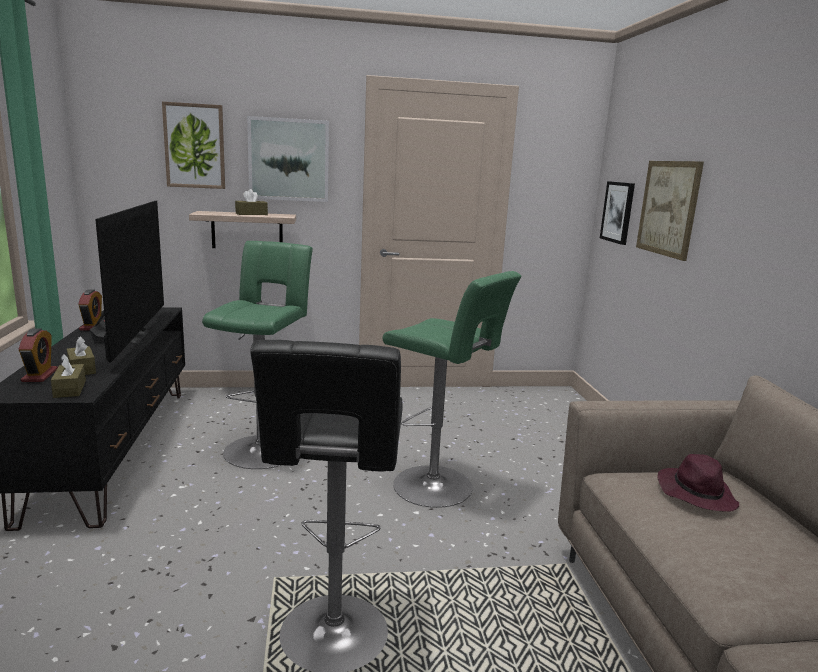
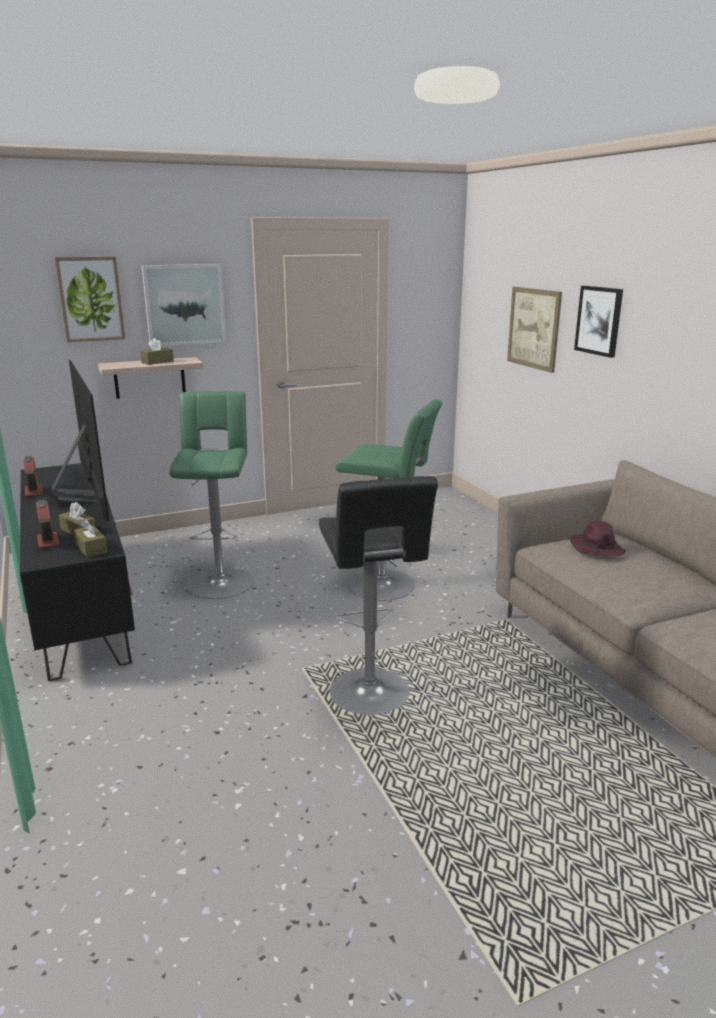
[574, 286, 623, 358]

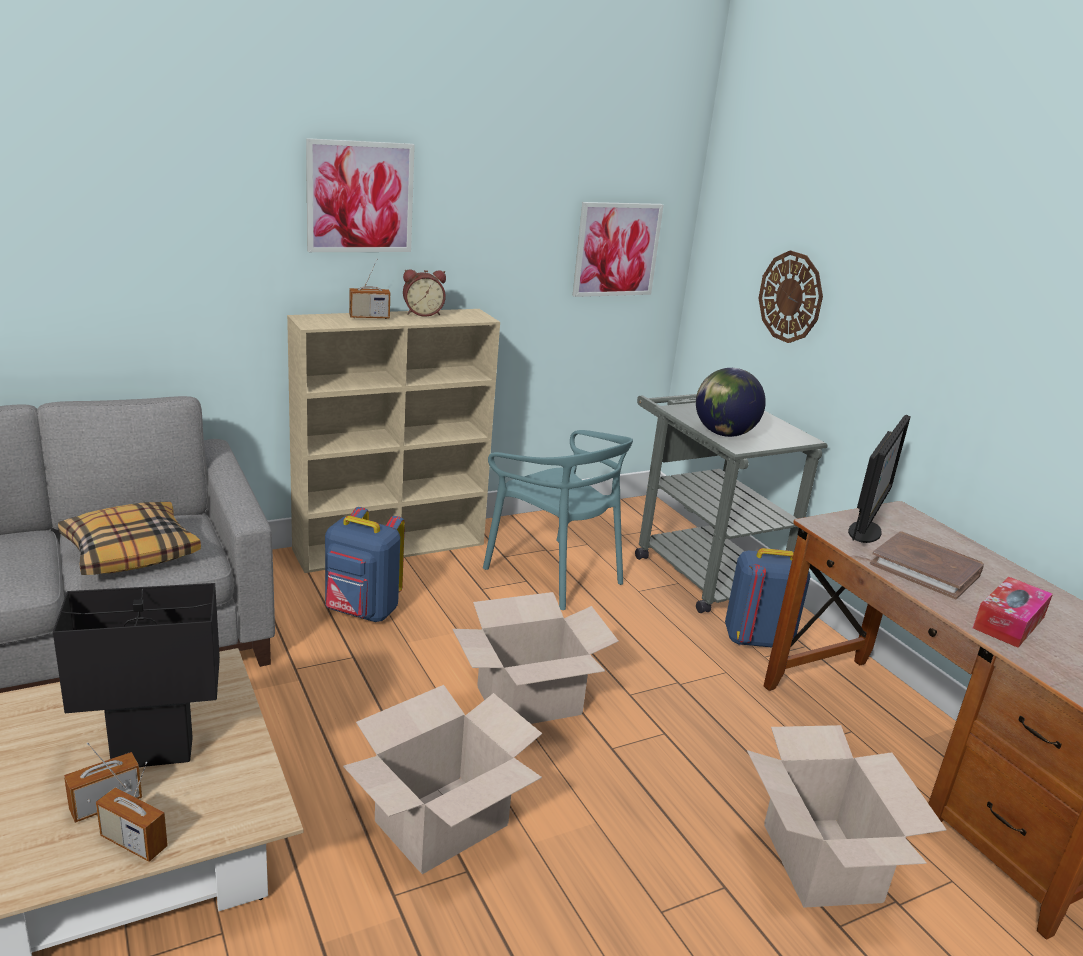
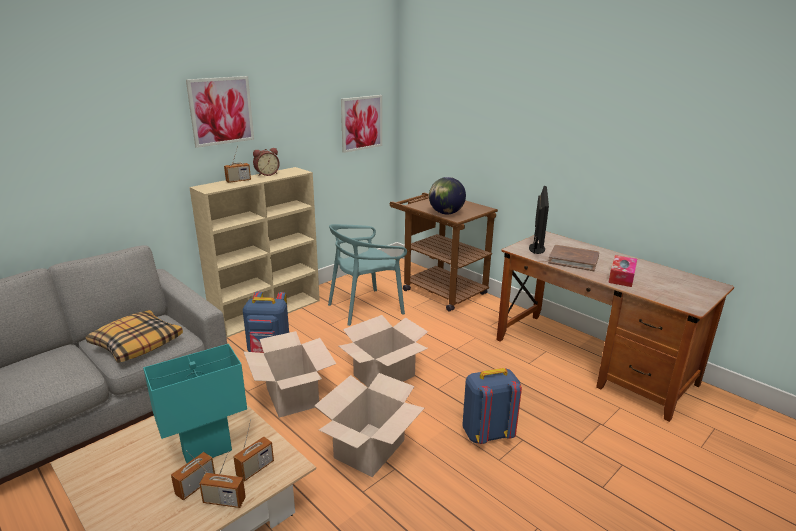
[759, 250, 823, 343] (first image)
[233, 419, 274, 481]
[462, 368, 522, 444]
[244, 331, 336, 418]
[143, 344, 247, 463]
[390, 193, 498, 312]
[328, 224, 407, 326]

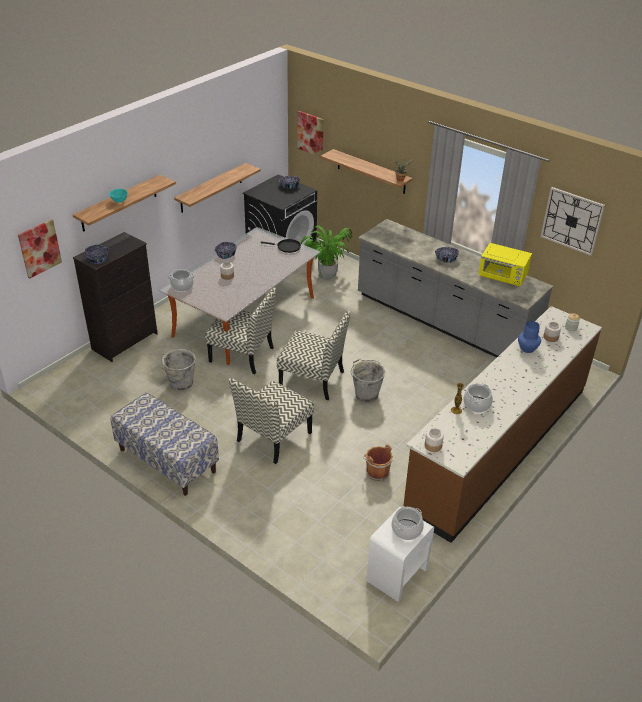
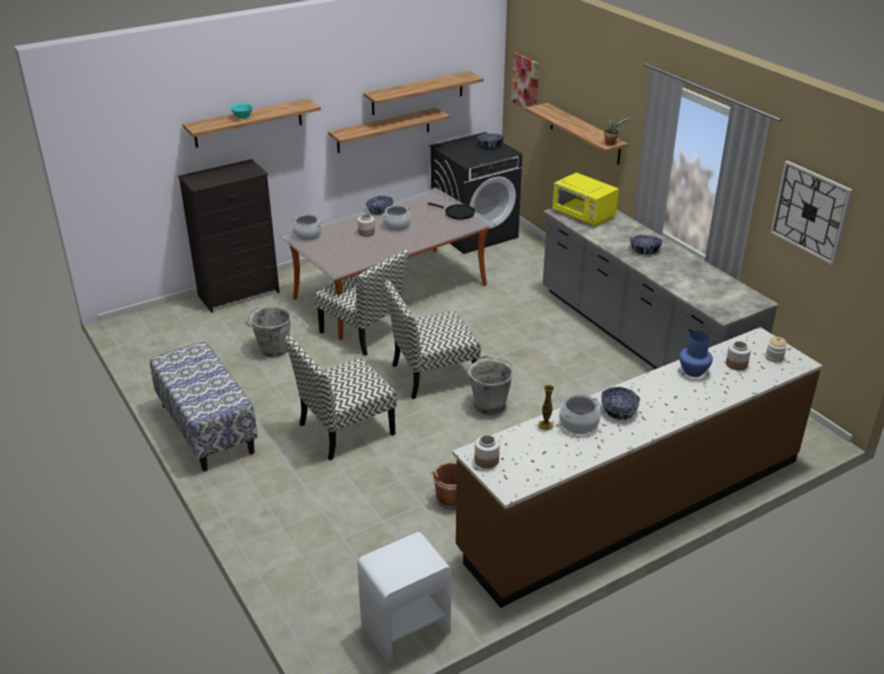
[18, 219, 62, 279] (first image)
[300, 225, 353, 278] (first image)
[363, 71, 484, 115]
[601, 387, 640, 420]
[382, 205, 412, 231]
[553, 173, 619, 227]
[385, 280, 480, 399]

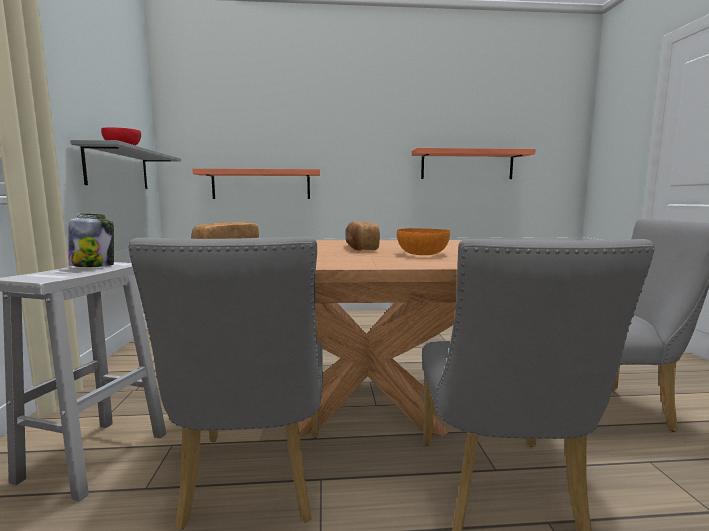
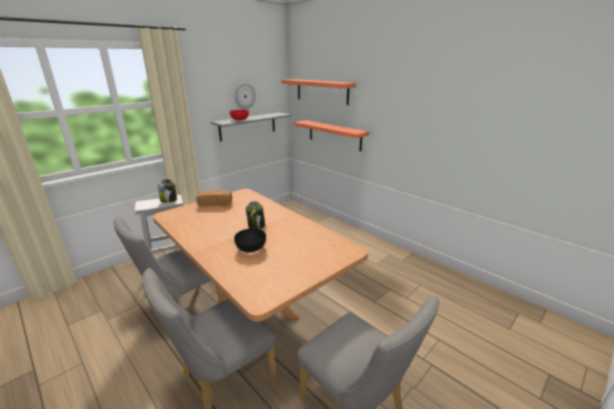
[235, 83, 256, 109]
[281, 79, 356, 105]
[246, 201, 265, 229]
[234, 228, 266, 253]

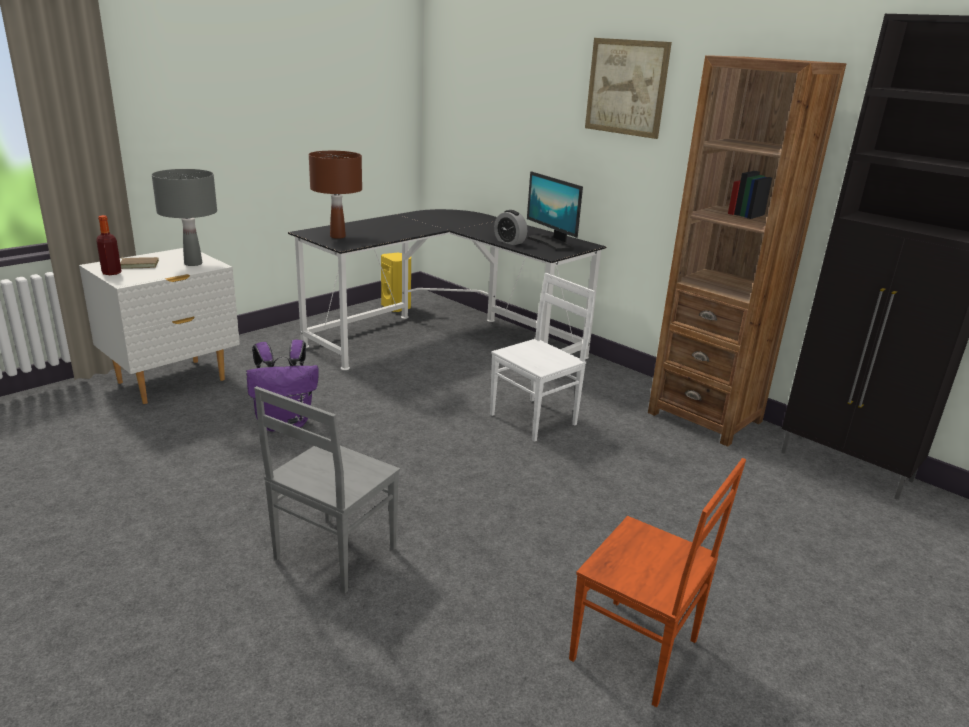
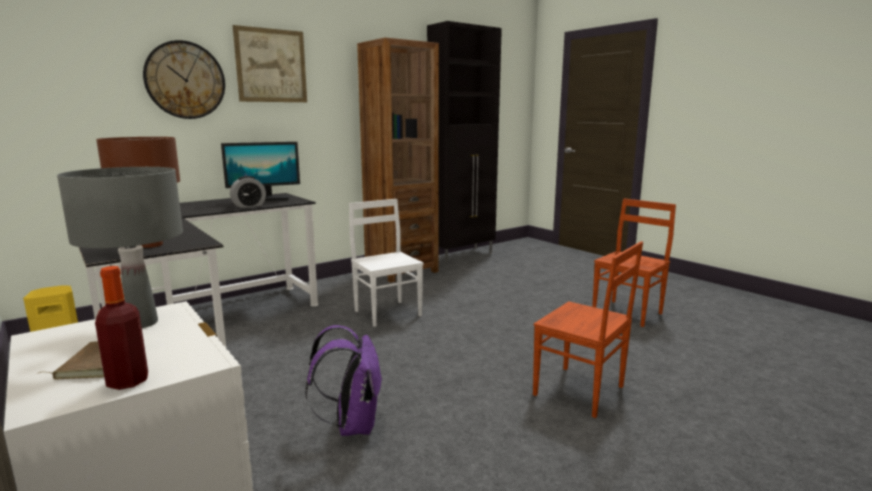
[143, 40, 225, 119]
[533, 241, 643, 418]

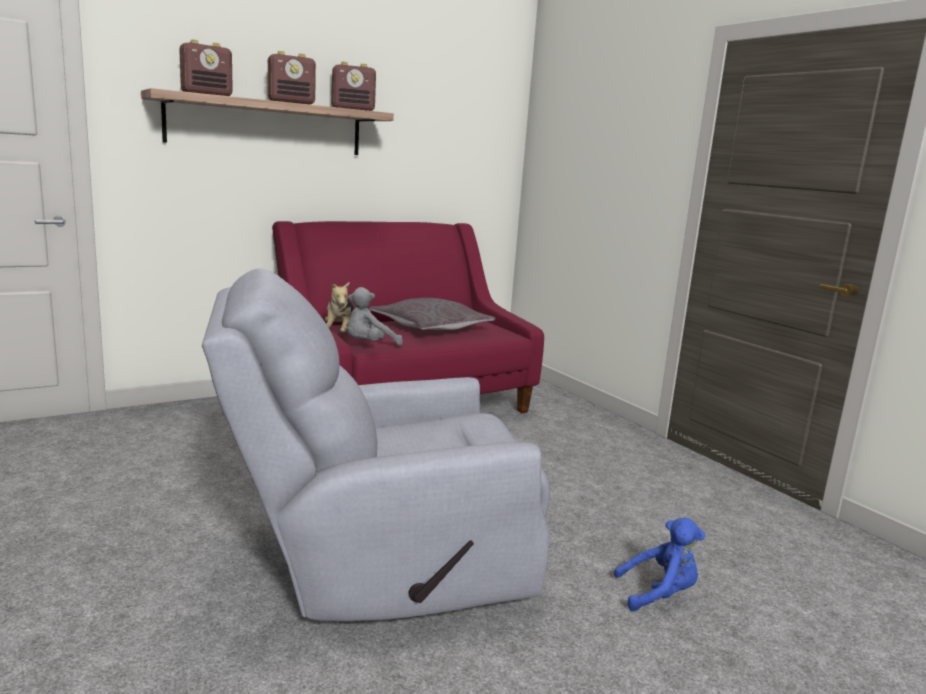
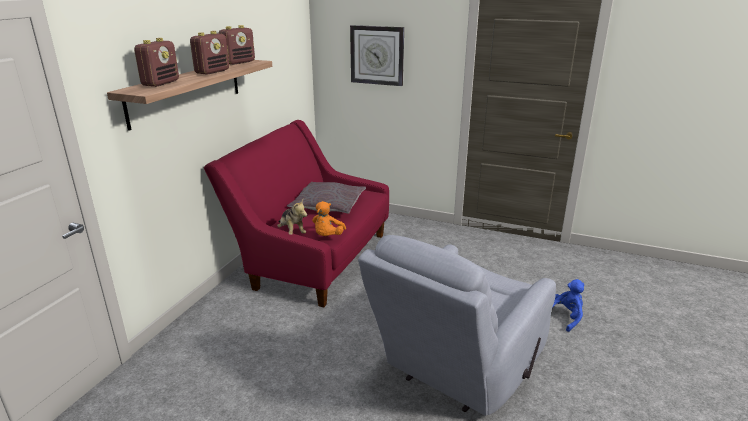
[350, 25, 404, 86]
[312, 201, 346, 236]

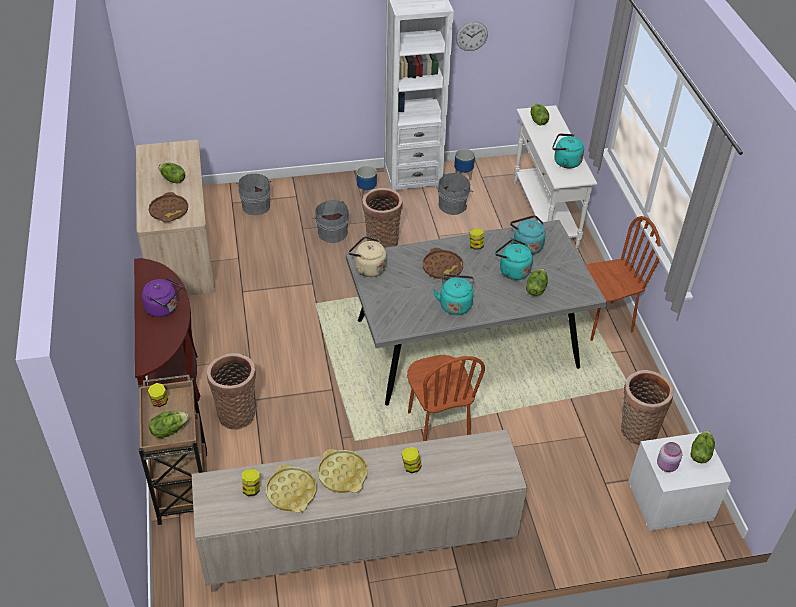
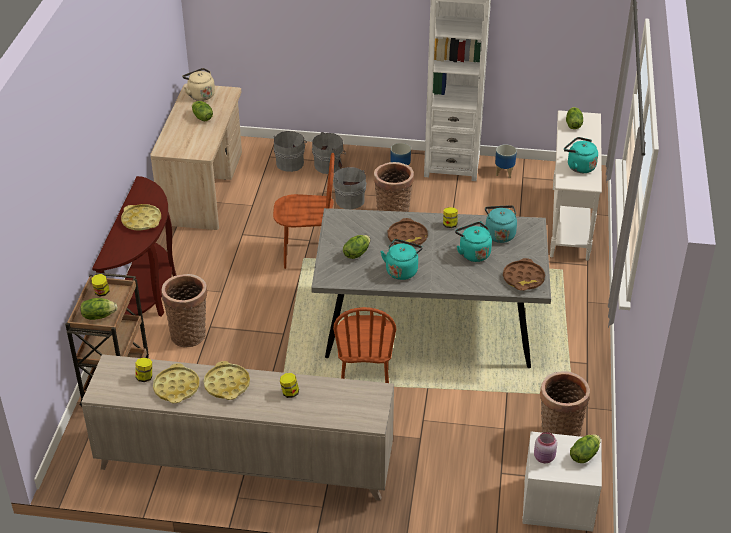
[456, 21, 488, 51] (first image)
[503, 258, 545, 291]
[182, 68, 215, 101]
[312, 132, 346, 174]
[343, 235, 371, 259]
[273, 153, 335, 269]
[121, 204, 161, 230]

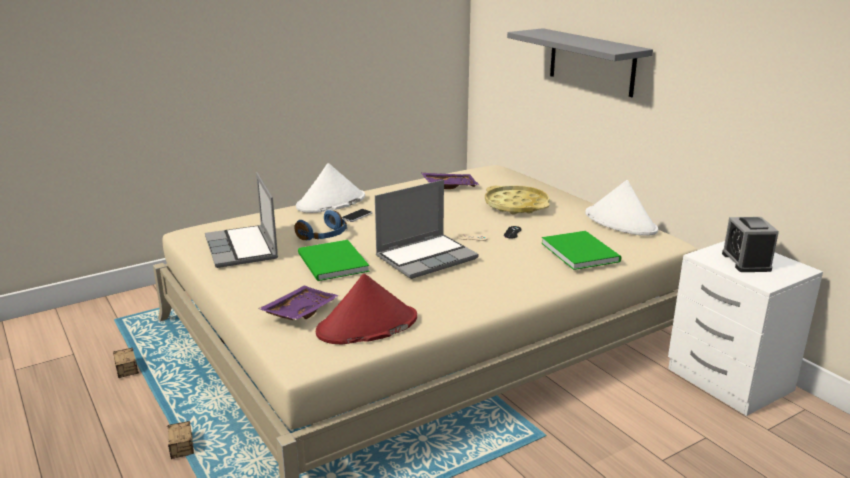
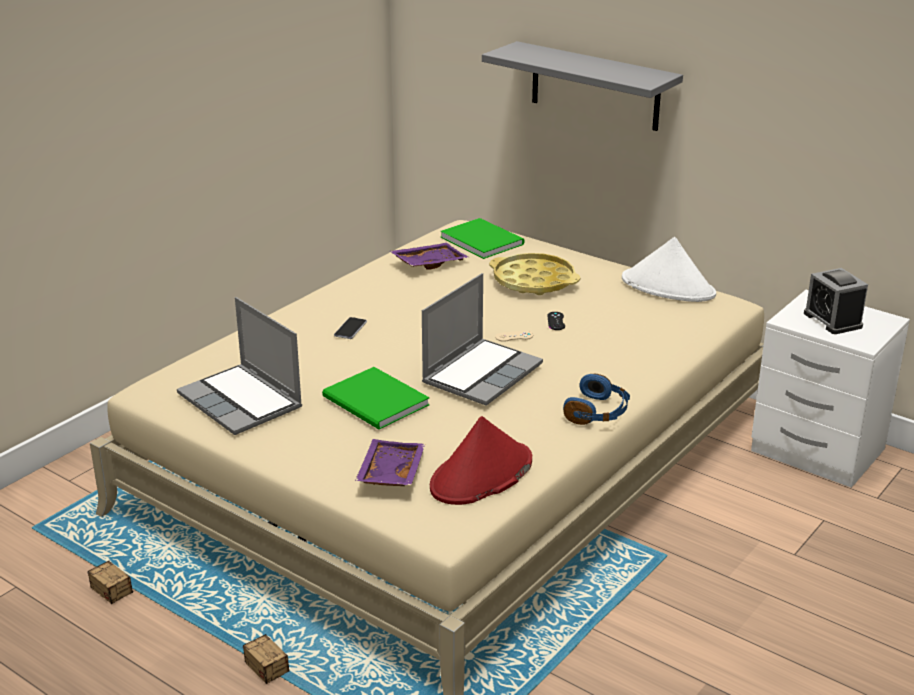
[296, 163, 365, 213] (first image)
[563, 373, 630, 425]
[440, 218, 524, 259]

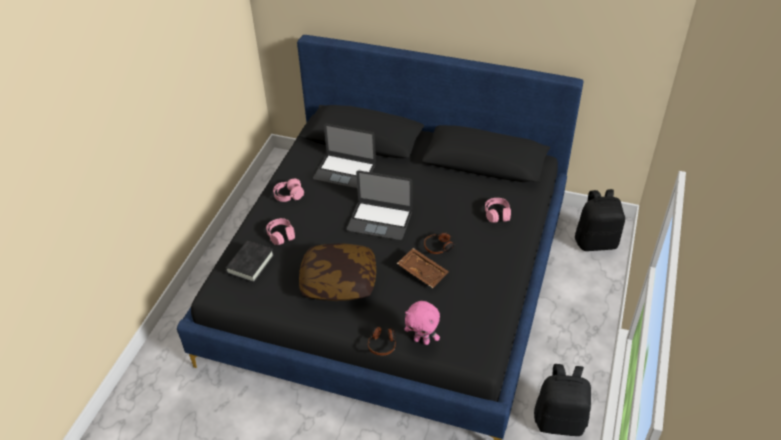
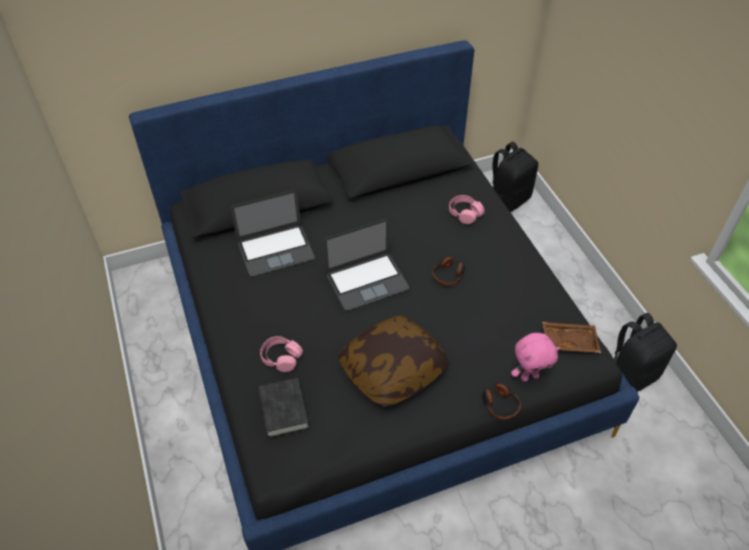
[273, 179, 304, 202] (first image)
[542, 322, 601, 353]

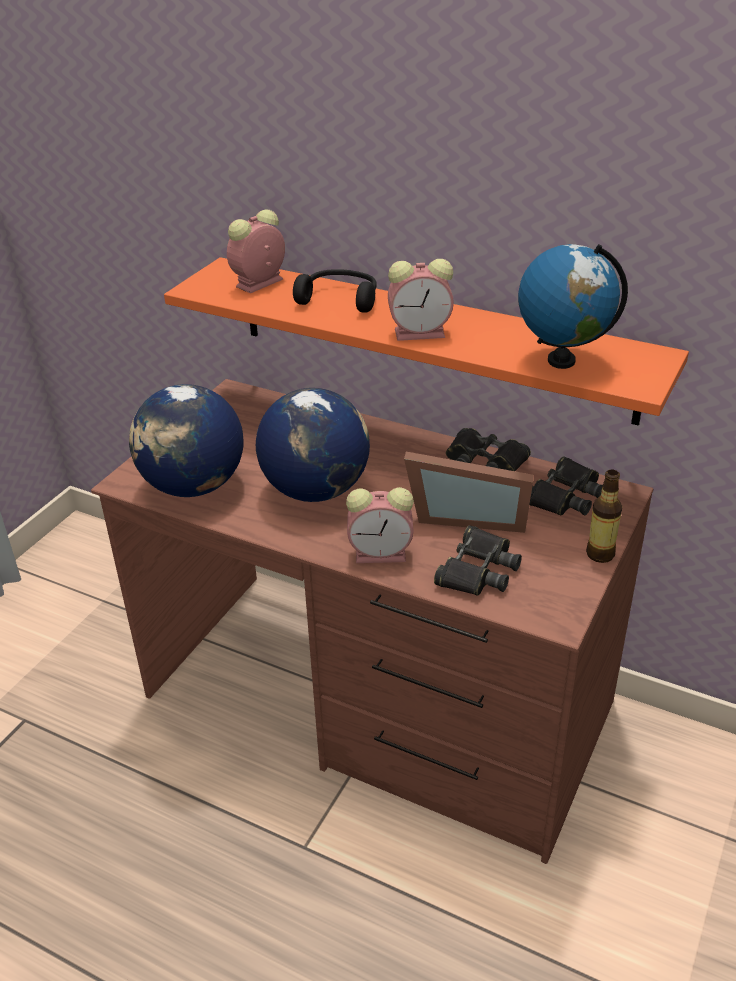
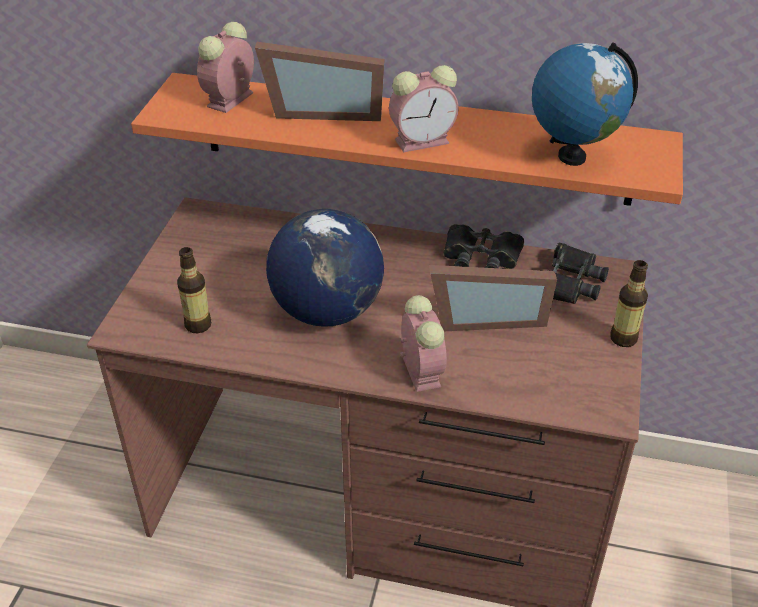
[434, 525, 522, 596] (first image)
[177, 247, 212, 333]
[255, 42, 385, 121]
[400, 295, 447, 392]

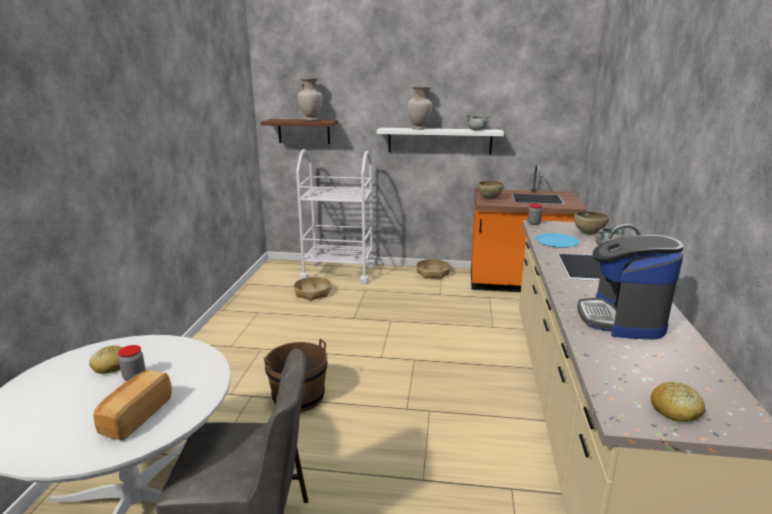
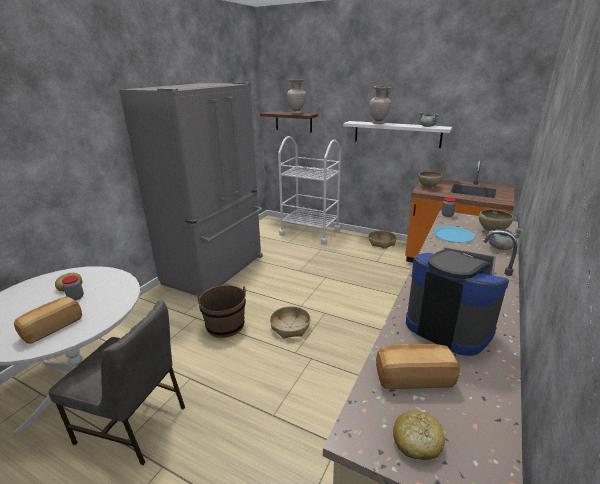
[119, 82, 263, 297]
[376, 344, 460, 389]
[270, 306, 311, 339]
[406, 250, 509, 356]

